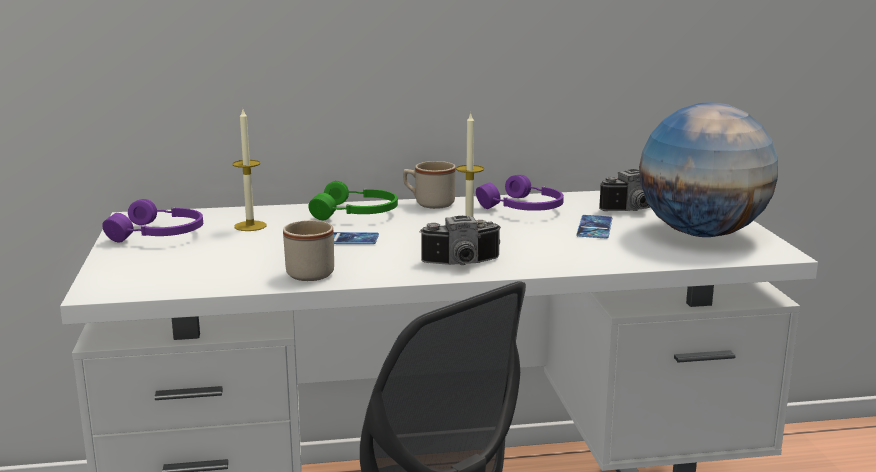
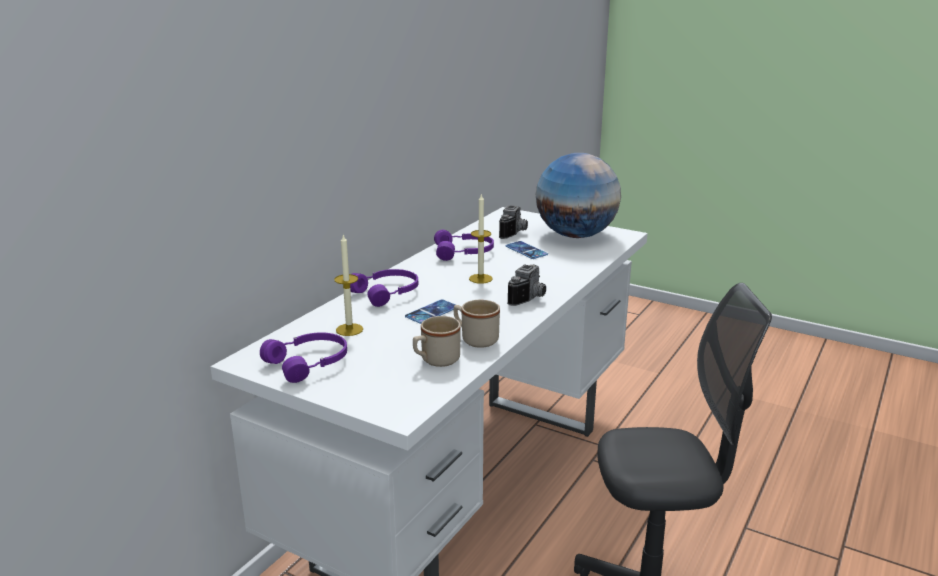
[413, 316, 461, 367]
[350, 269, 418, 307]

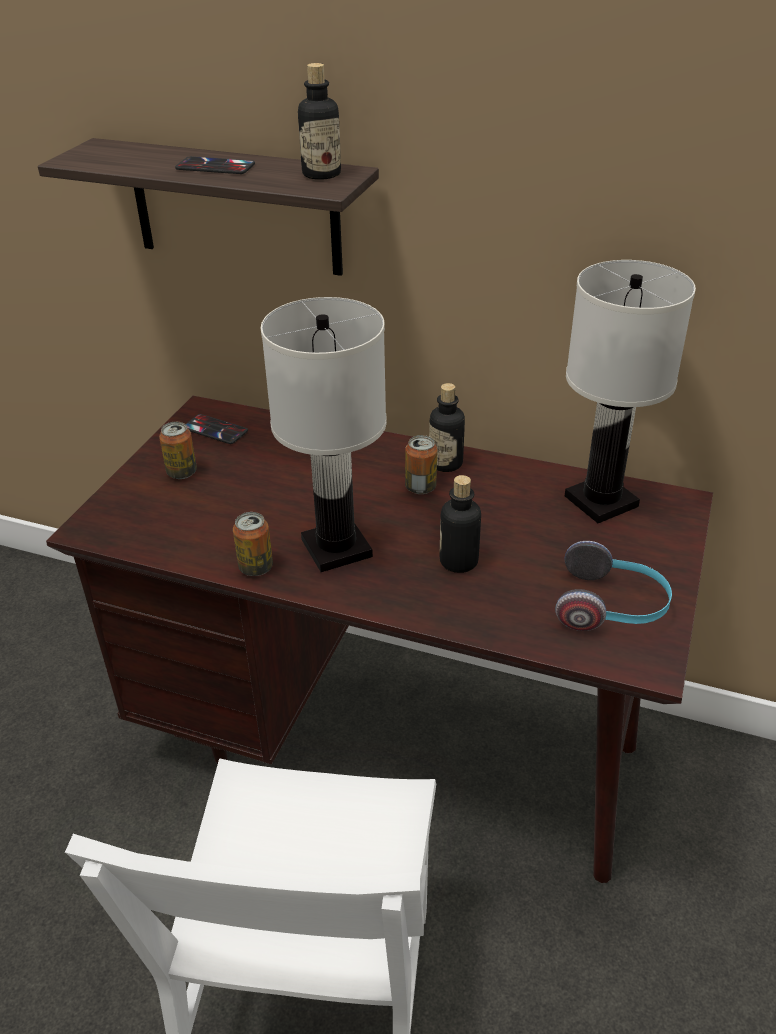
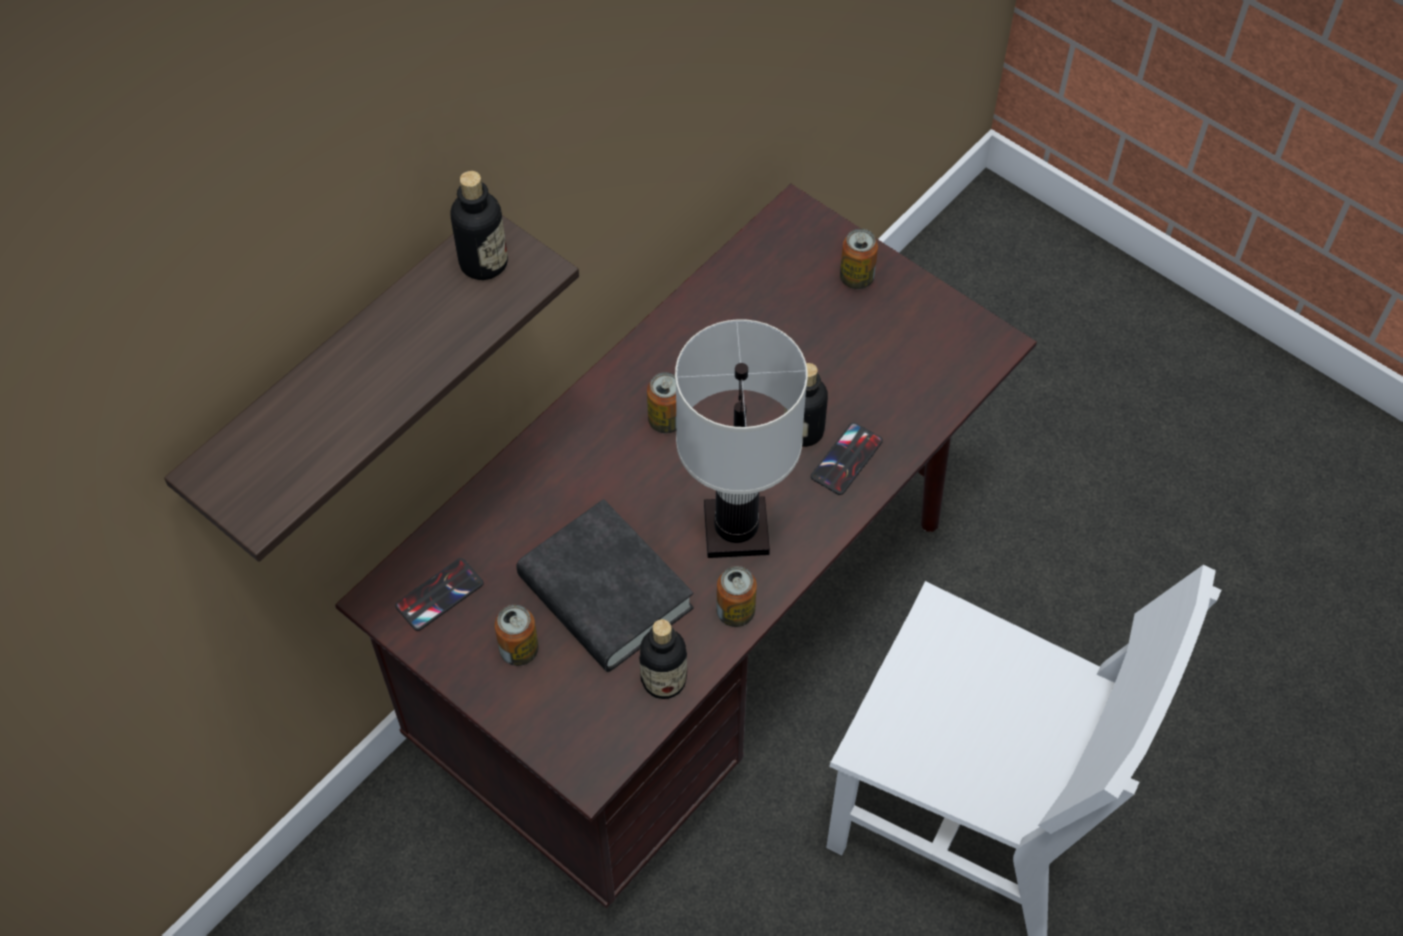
[555, 541, 672, 631] (first image)
[565, 260, 696, 523] (first image)
[516, 499, 694, 672]
[840, 229, 878, 289]
[811, 422, 883, 495]
[639, 619, 687, 699]

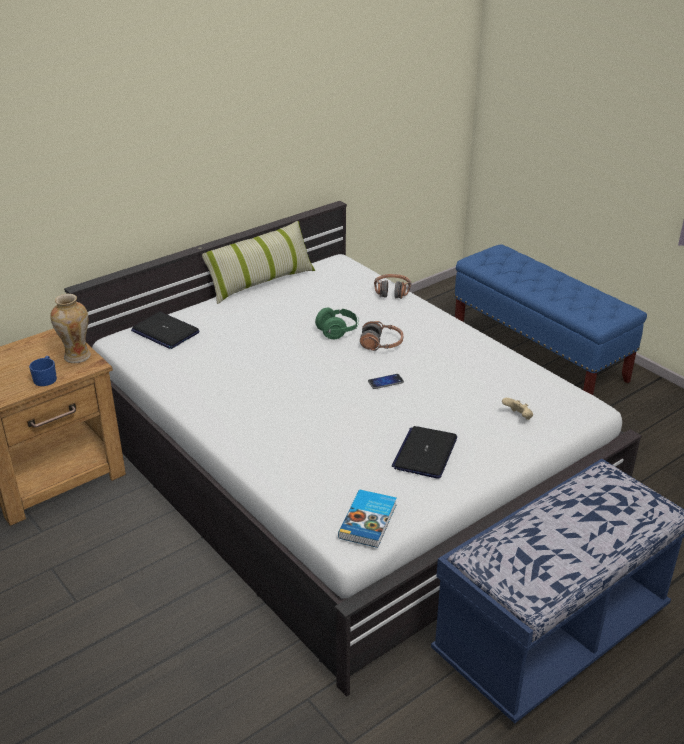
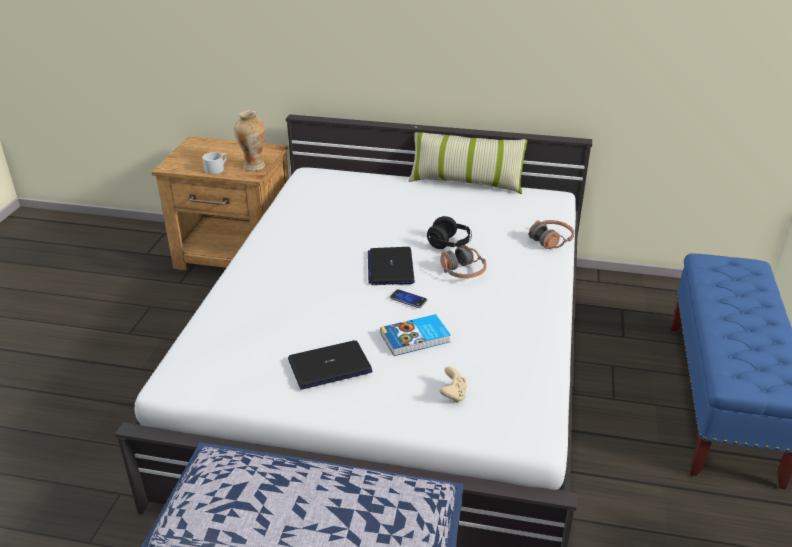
[368, 247, 415, 285]
[380, 314, 451, 356]
[202, 152, 227, 174]
[427, 216, 472, 249]

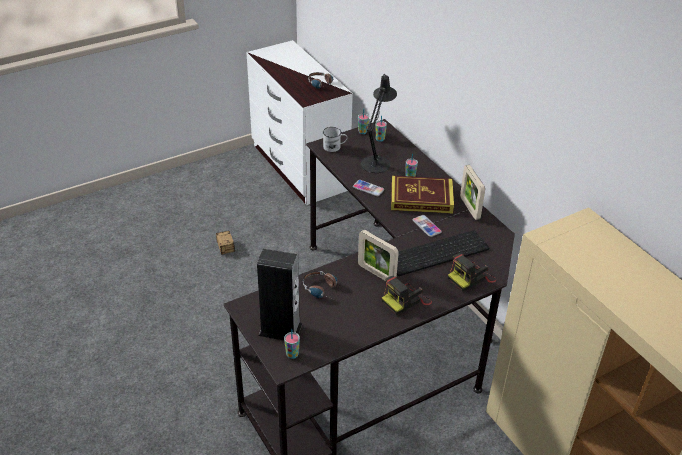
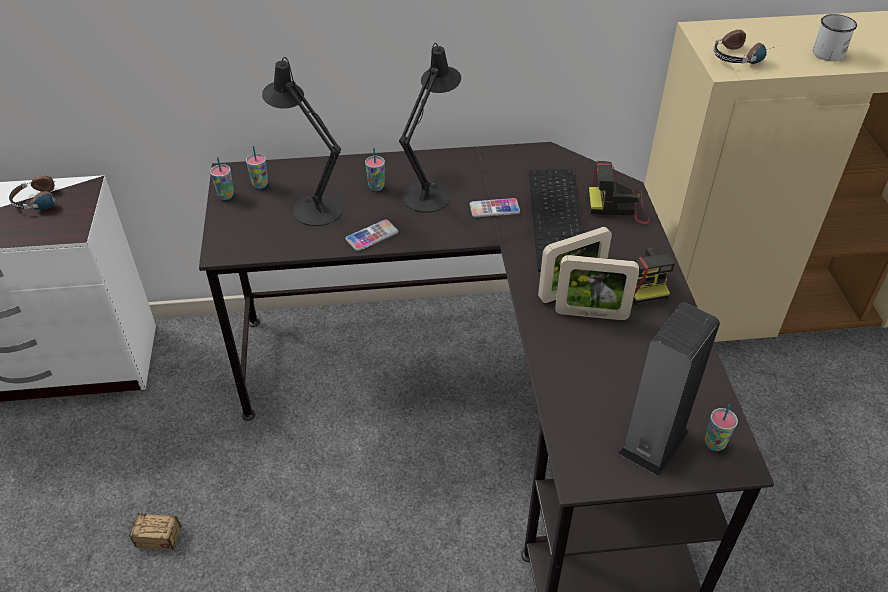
[713, 30, 774, 64]
[813, 14, 857, 61]
[555, 255, 639, 320]
[399, 43, 461, 213]
[589, 161, 650, 224]

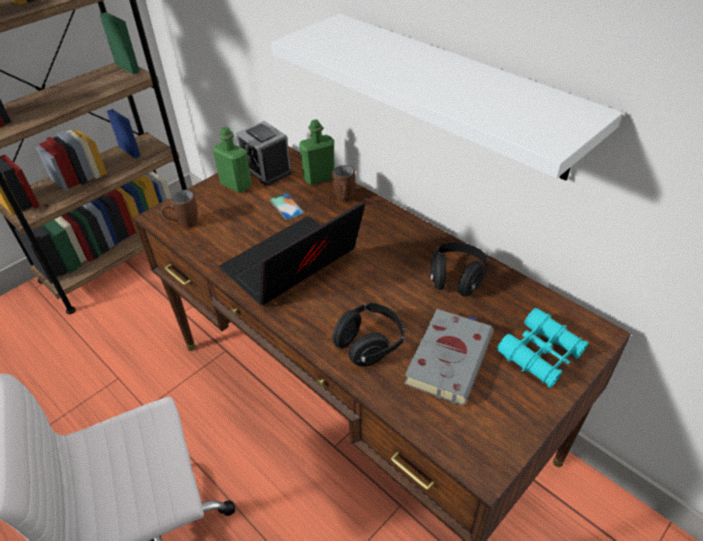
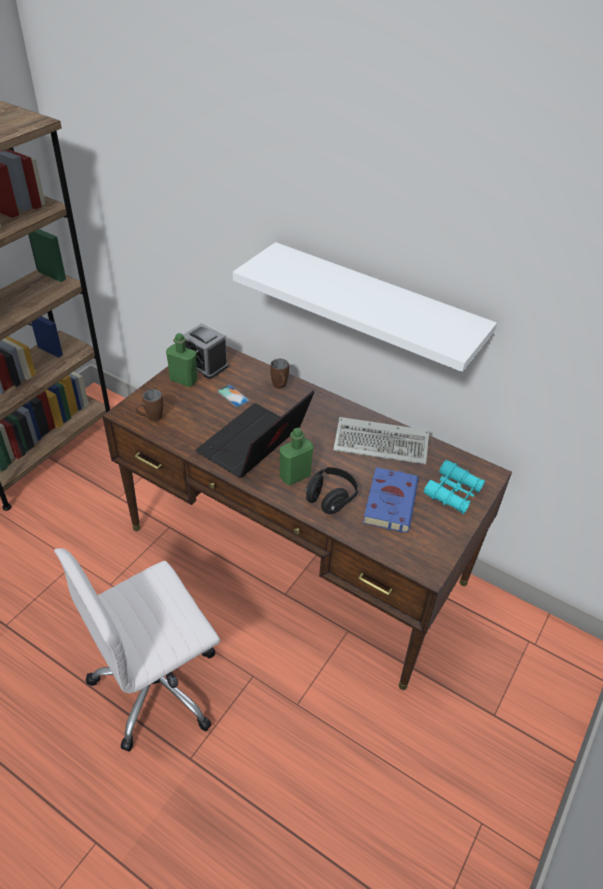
[280, 428, 314, 485]
[333, 417, 429, 465]
[363, 467, 419, 533]

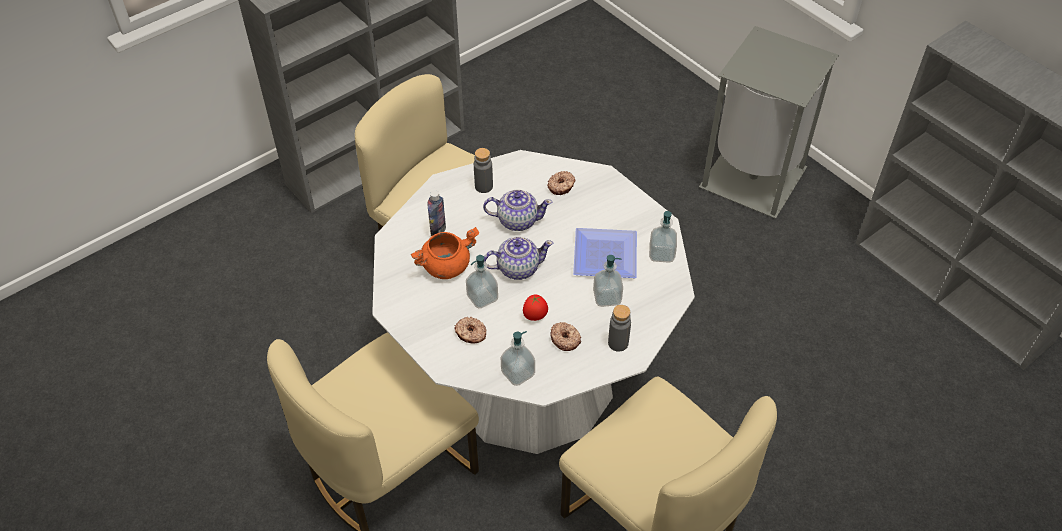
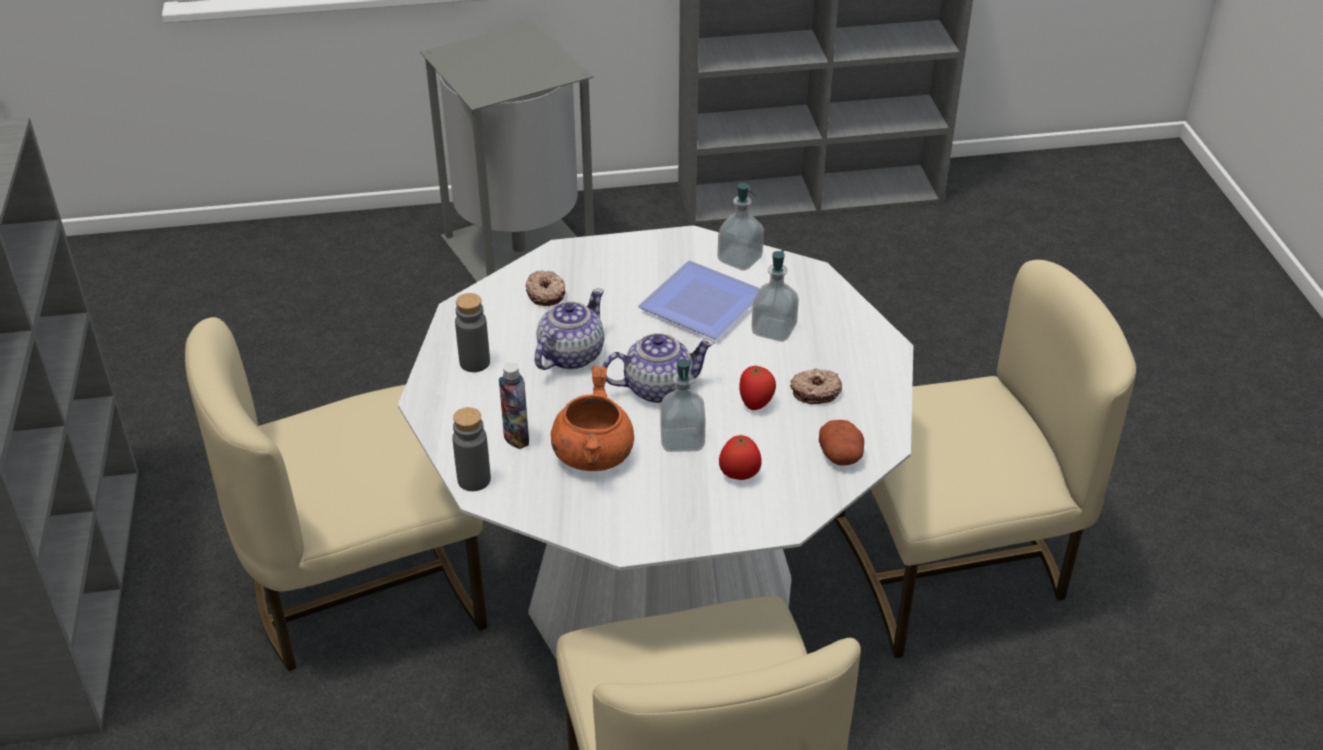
[452, 407, 491, 491]
[719, 435, 761, 480]
[819, 420, 864, 466]
[602, 333, 715, 403]

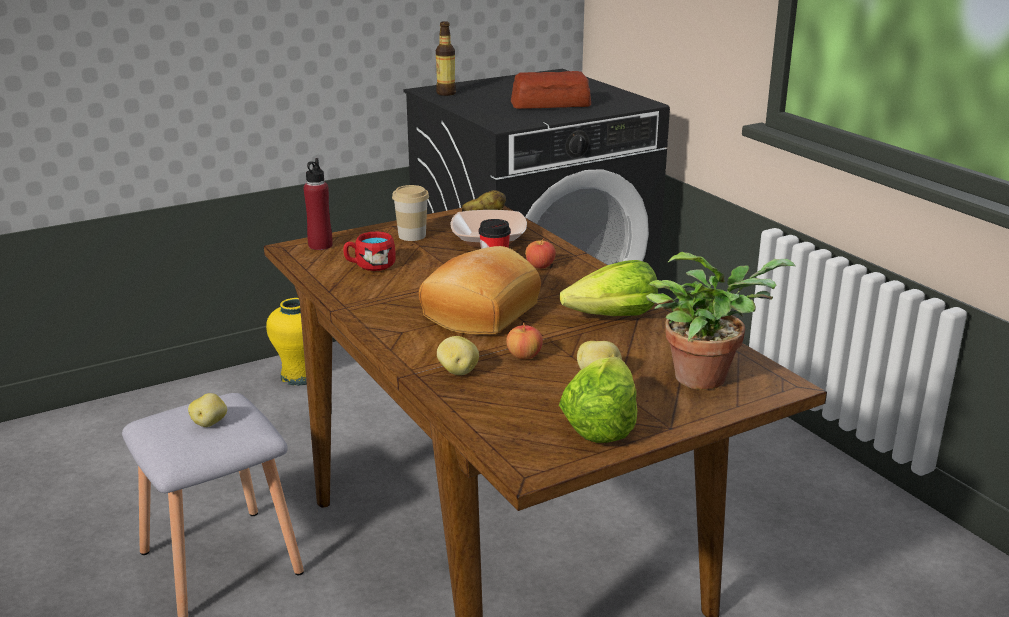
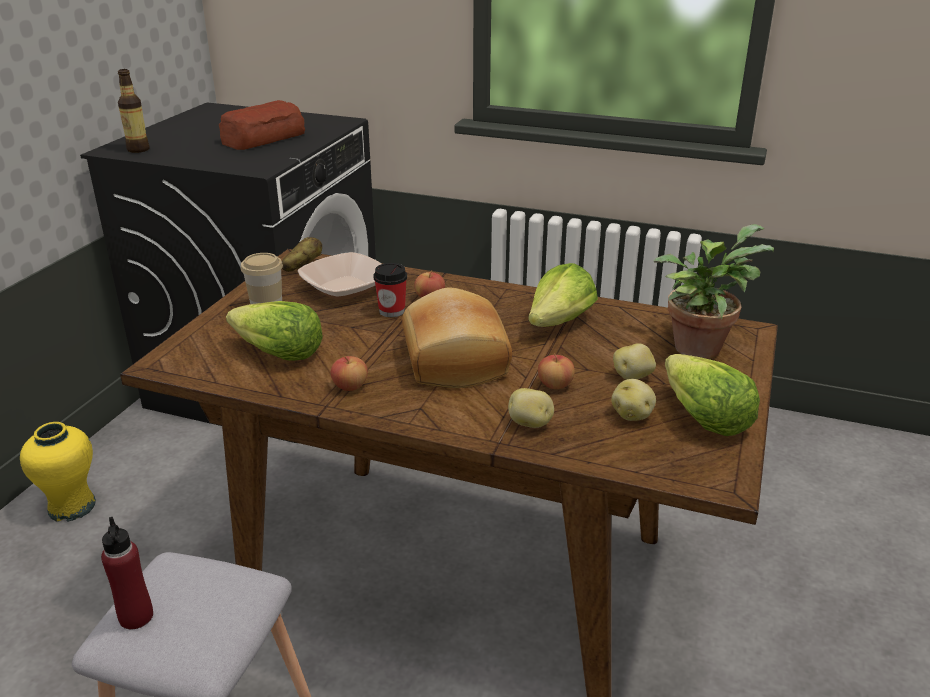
[331, 356, 368, 391]
[611, 379, 656, 421]
[101, 517, 153, 629]
[226, 301, 323, 361]

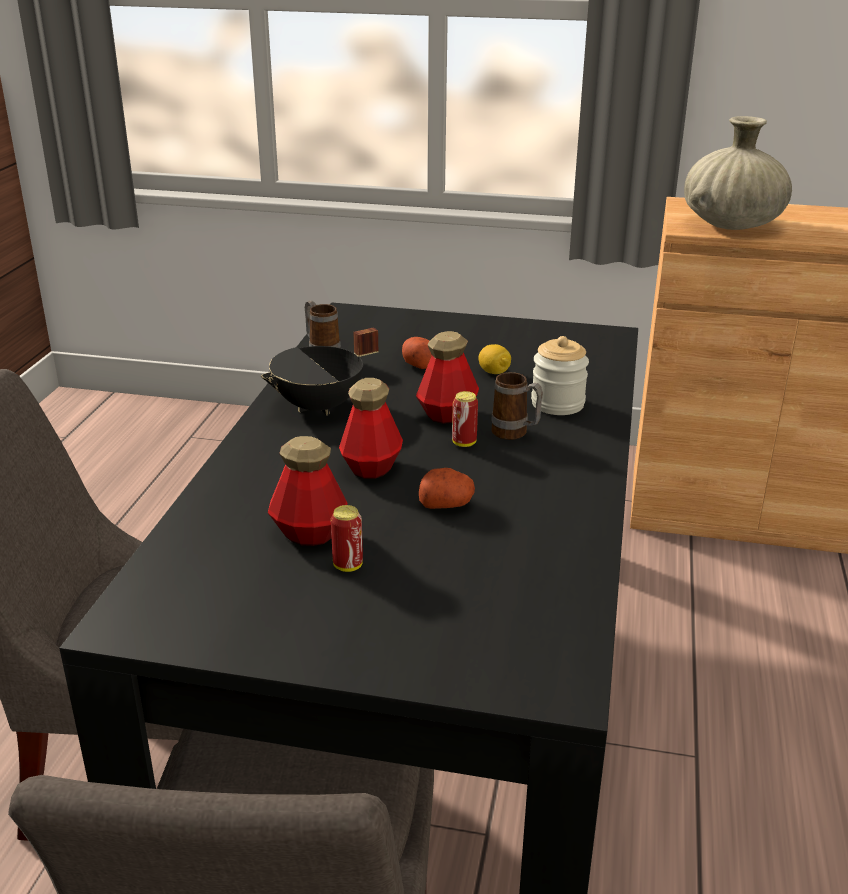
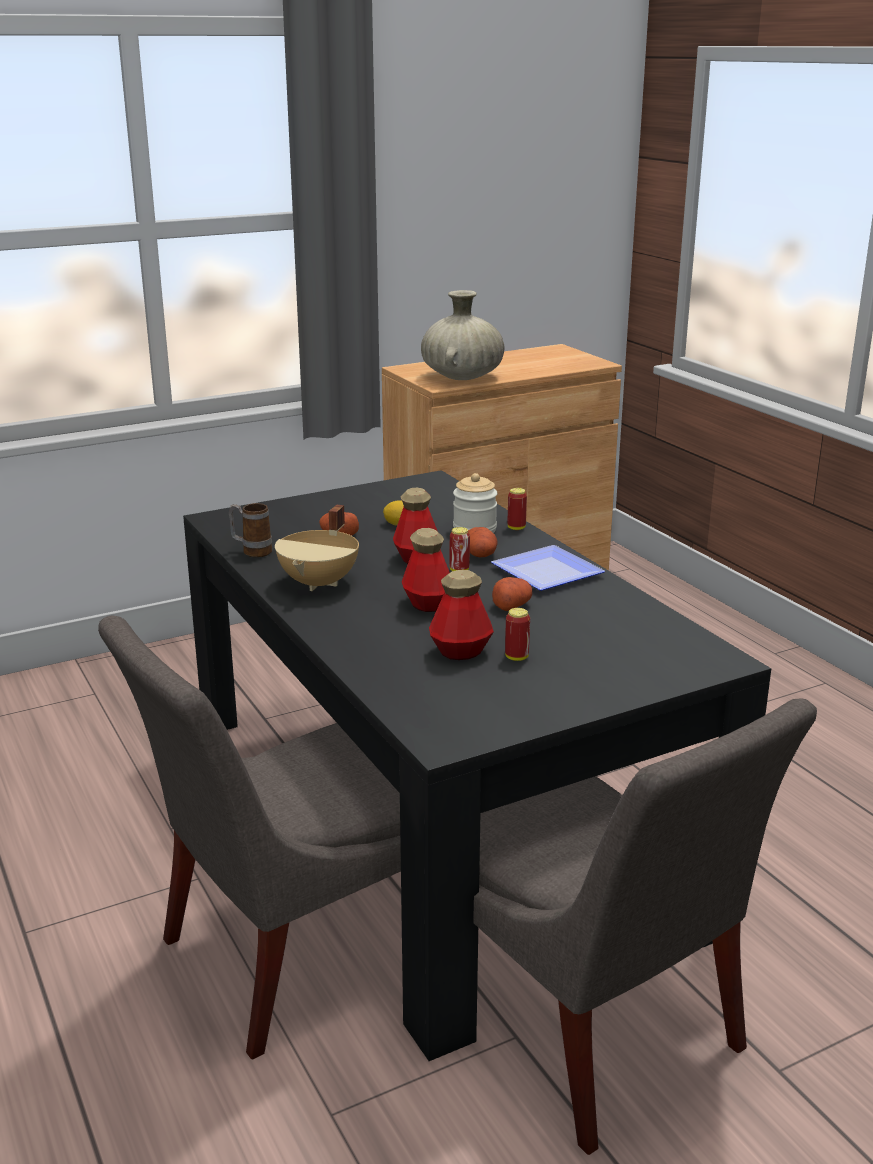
[491, 545, 605, 591]
[508, 488, 527, 530]
[468, 527, 498, 557]
[275, 504, 359, 591]

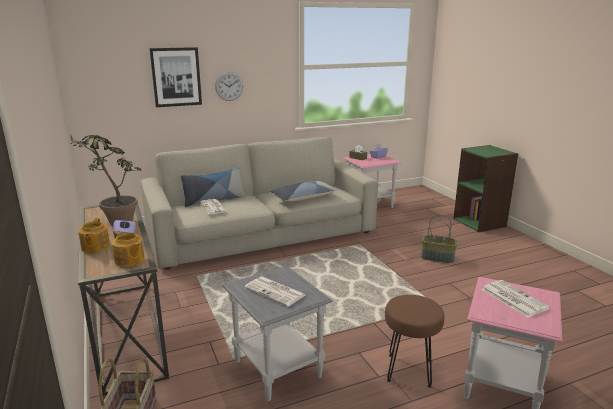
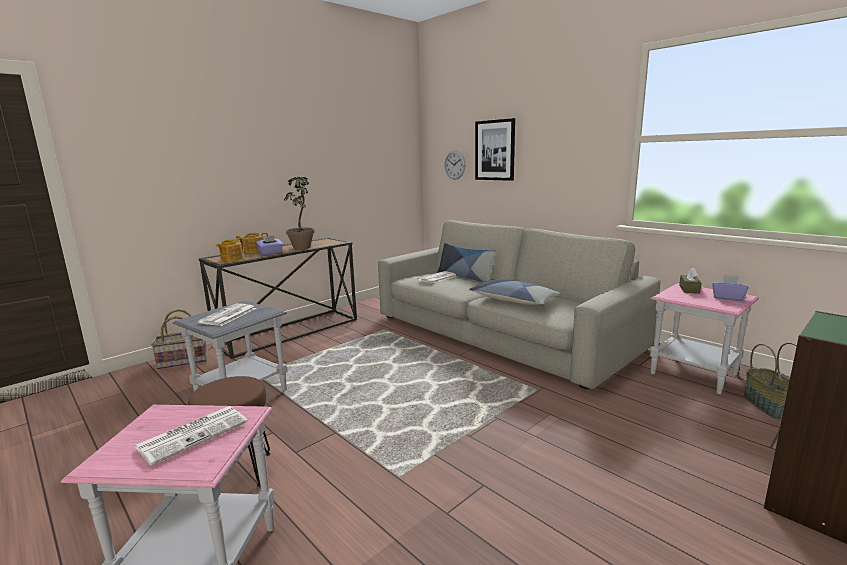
[444, 150, 465, 180]
[744, 343, 797, 420]

